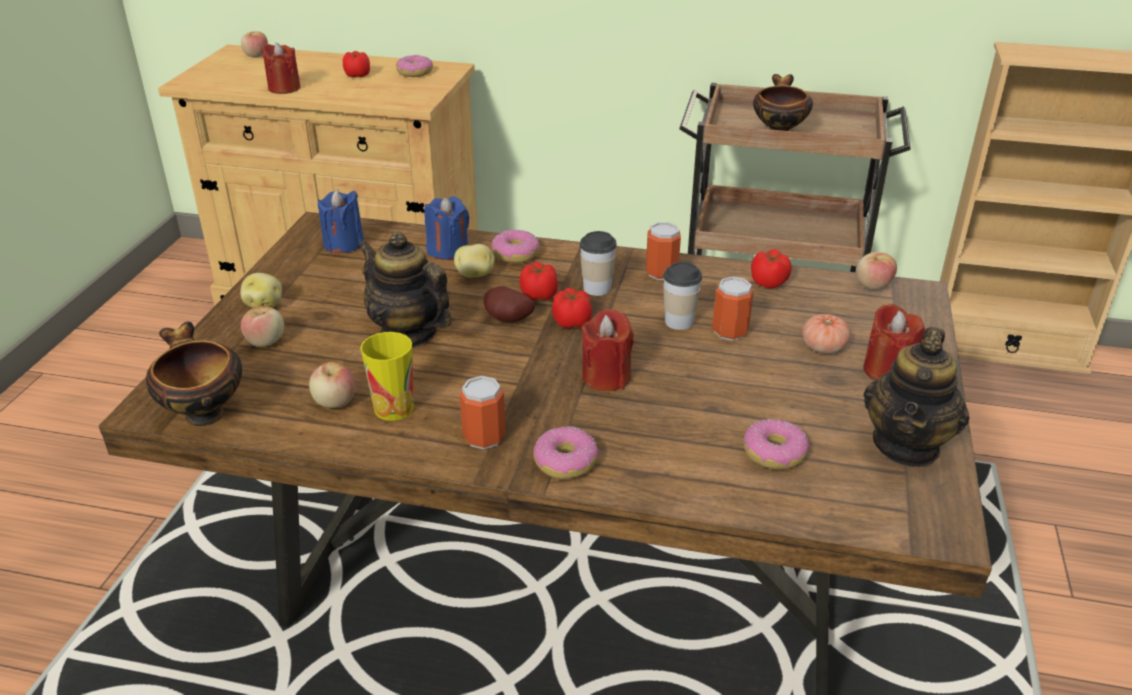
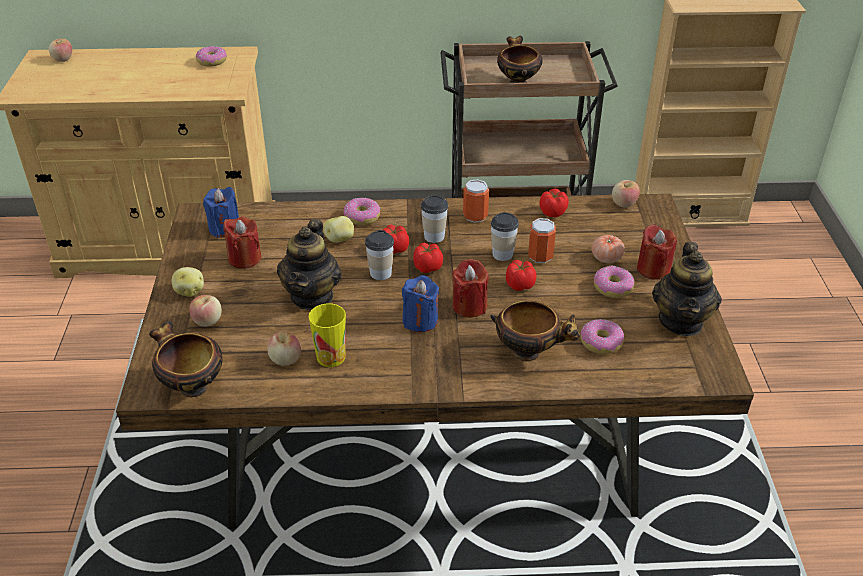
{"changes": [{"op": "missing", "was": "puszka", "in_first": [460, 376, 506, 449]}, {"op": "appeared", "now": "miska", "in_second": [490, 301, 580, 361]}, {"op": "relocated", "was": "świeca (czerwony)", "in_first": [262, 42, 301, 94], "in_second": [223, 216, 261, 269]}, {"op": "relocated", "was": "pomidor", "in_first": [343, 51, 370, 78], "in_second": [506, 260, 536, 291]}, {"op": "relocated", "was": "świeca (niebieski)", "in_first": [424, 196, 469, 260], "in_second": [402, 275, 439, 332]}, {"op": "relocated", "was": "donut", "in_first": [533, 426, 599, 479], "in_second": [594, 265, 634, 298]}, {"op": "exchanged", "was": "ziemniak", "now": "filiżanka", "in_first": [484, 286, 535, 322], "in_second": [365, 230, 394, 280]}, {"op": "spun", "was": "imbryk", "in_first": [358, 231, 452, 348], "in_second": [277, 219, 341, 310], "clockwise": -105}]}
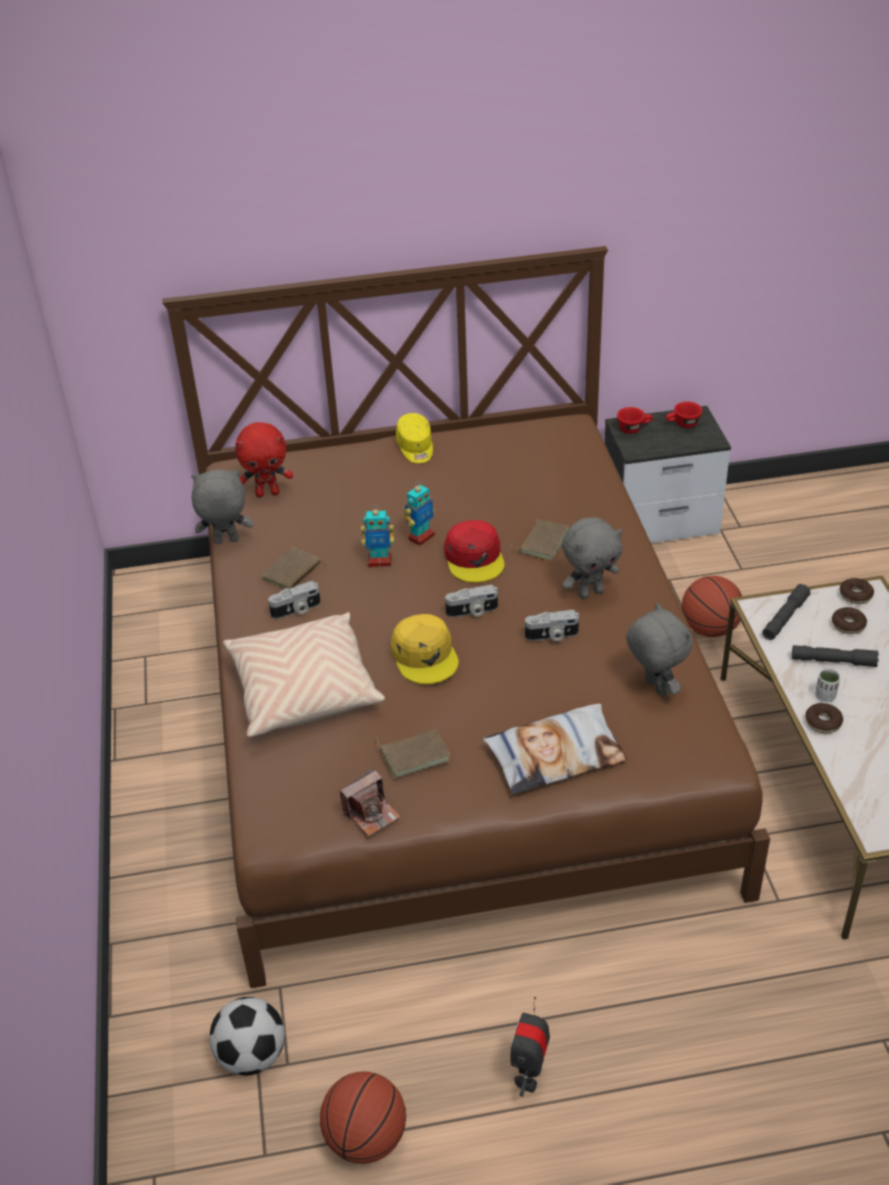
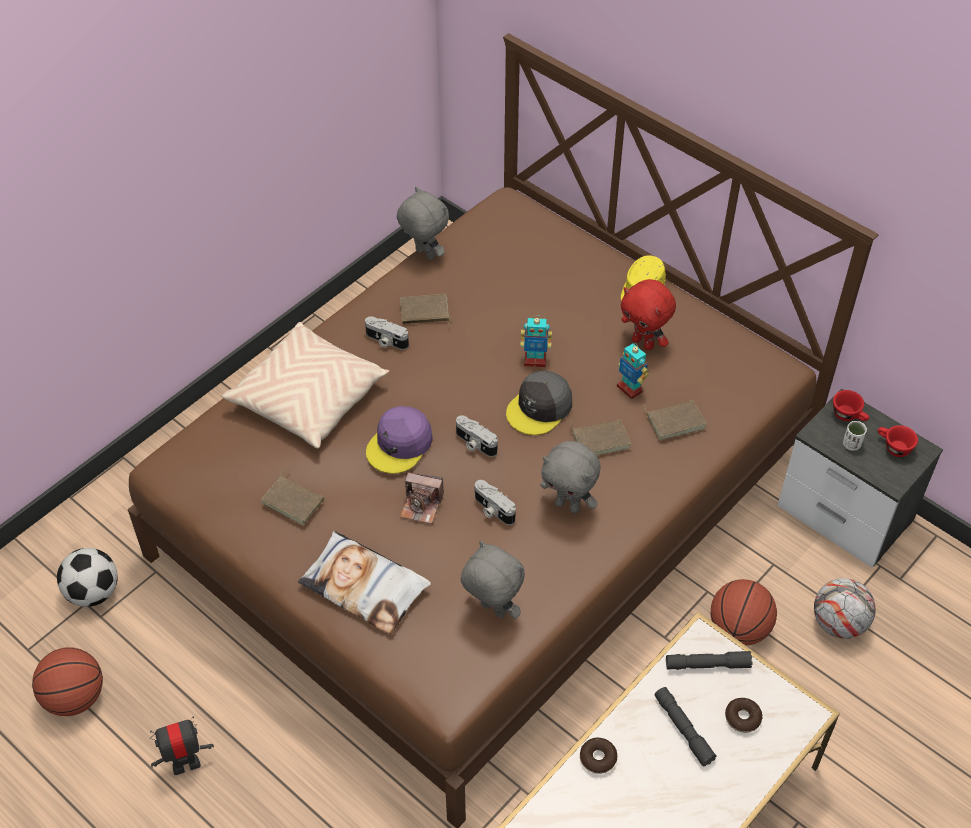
{"changes": [{"op": "missing", "was": "donut", "in_first": [840, 578, 874, 604]}, {"op": "appeared", "now": "książka (brązowy)", "in_second": [644, 400, 707, 440]}, {"op": "appeared", "now": "piłka futbolowa", "in_second": [814, 578, 876, 639]}, {"op": "relocated", "was": "pluszak (czerwony)", "in_first": [235, 422, 293, 497], "in_second": [621, 279, 676, 351]}, {"op": "relocated", "was": "aparat fotograficzny", "in_first": [340, 769, 401, 837], "in_second": [400, 472, 444, 524]}, {"op": "relocated", "was": "robot zabawkowy", "in_first": [361, 505, 394, 567], "in_second": [617, 343, 649, 399]}, {"op": "relocated", "was": "filiżanka (biały)", "in_first": [815, 668, 840, 702], "in_second": [843, 421, 867, 451]}, {"op": "colour", "was": "czapka z daszkiem (żółty)", "now": "czapka z daszkiem (fioletowy)", "in_first": [391, 614, 459, 684], "in_second": [366, 406, 433, 474]}, {"op": "colour", "was": "czapka z daszkiem (czerwony)", "now": "czapka z daszkiem (szary)", "in_first": [444, 520, 505, 583], "in_second": [506, 371, 572, 435]}, {"op": "spun", "was": "pluszak (szary)", "in_first": [626, 603, 693, 697], "in_second": [461, 541, 525, 619], "clockwise": -75}]}
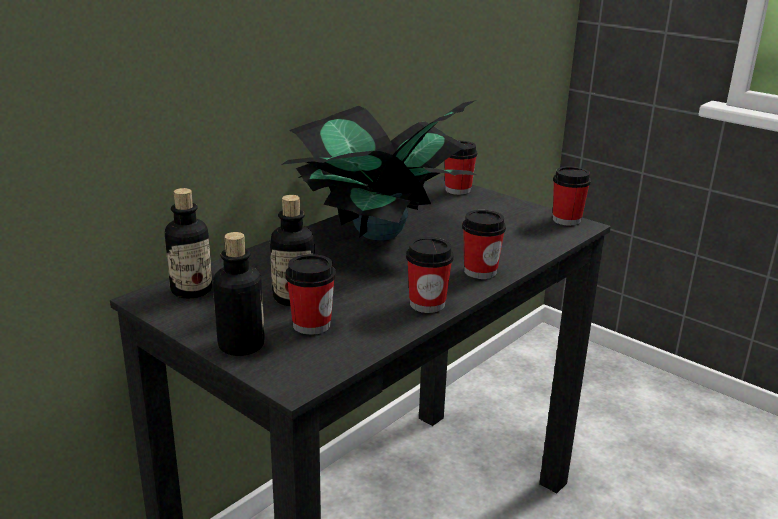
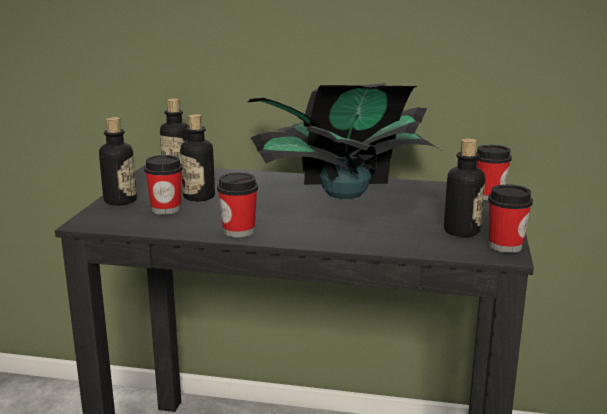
{"changes": [{"op": "missing", "was": "filiżanka", "in_first": [462, 210, 506, 279]}, {"op": "appeared", "now": "butelka", "in_second": [444, 138, 485, 237]}]}
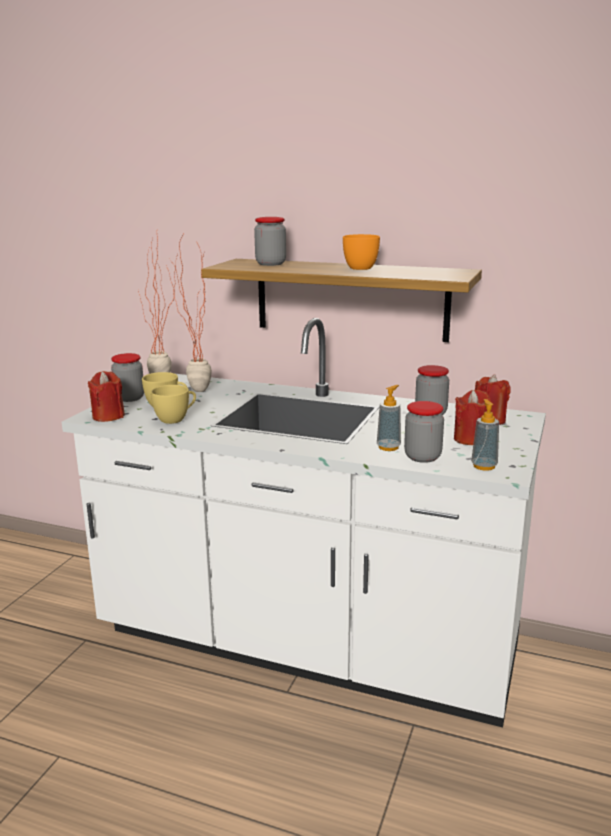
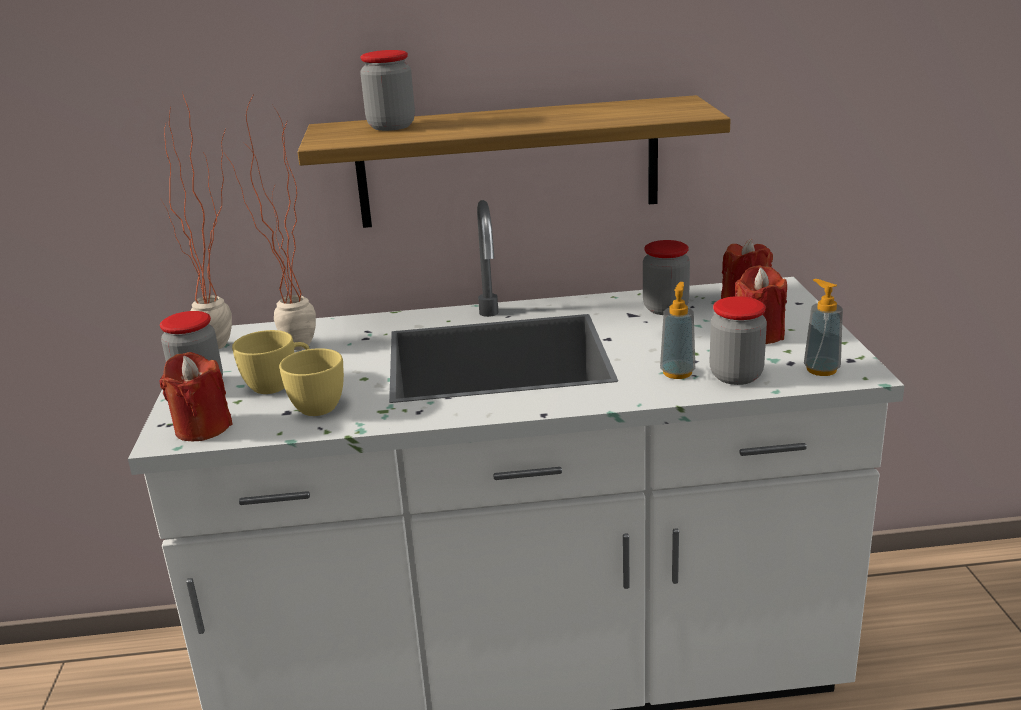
{"changes": [{"op": "missing", "was": "filiżanka (pomarańczowy)", "in_first": [343, 234, 380, 270]}]}
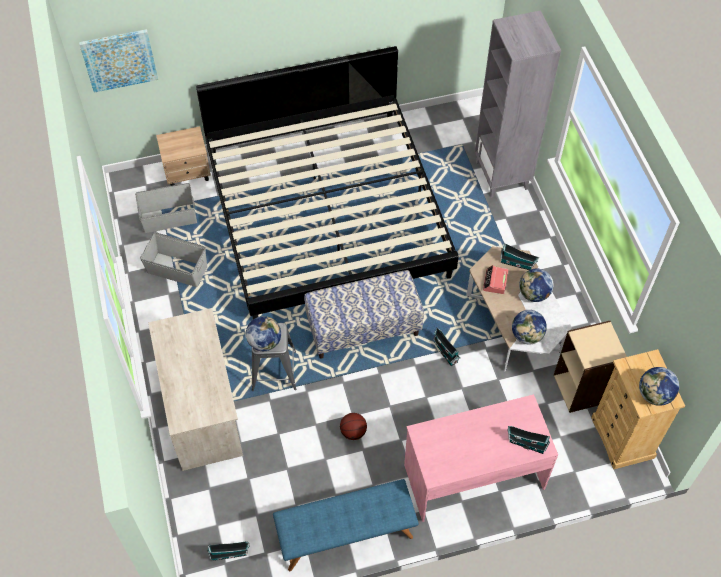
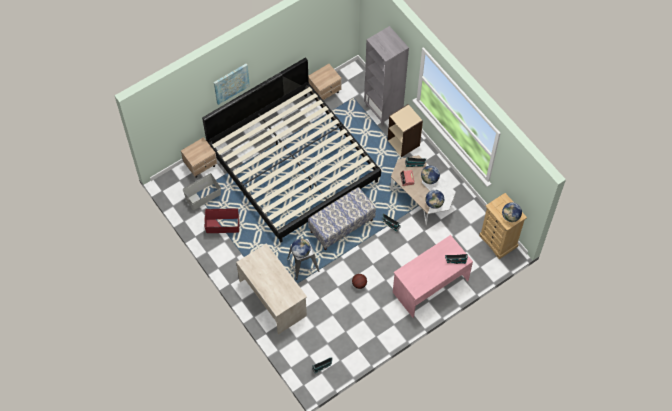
{"changes": [{"op": "missing", "was": "ławka (niebieski)", "in_first": [273, 479, 419, 571]}, {"op": "appeared", "now": "szafka nocna (beżowy)", "in_second": [308, 64, 342, 100]}, {"op": "relocated", "was": "obraz", "in_first": [79, 29, 158, 93], "in_second": [214, 64, 250, 105]}, {"op": "relocated", "was": "regał (beżowy)", "in_first": [554, 321, 627, 413], "in_second": [388, 104, 423, 157]}, {"op": "colour", "was": "pojemnik do przechowywania (szary)", "now": "pojemnik do przechowywania (czerwony)", "in_first": [140, 232, 207, 287], "in_second": [204, 208, 239, 233]}]}
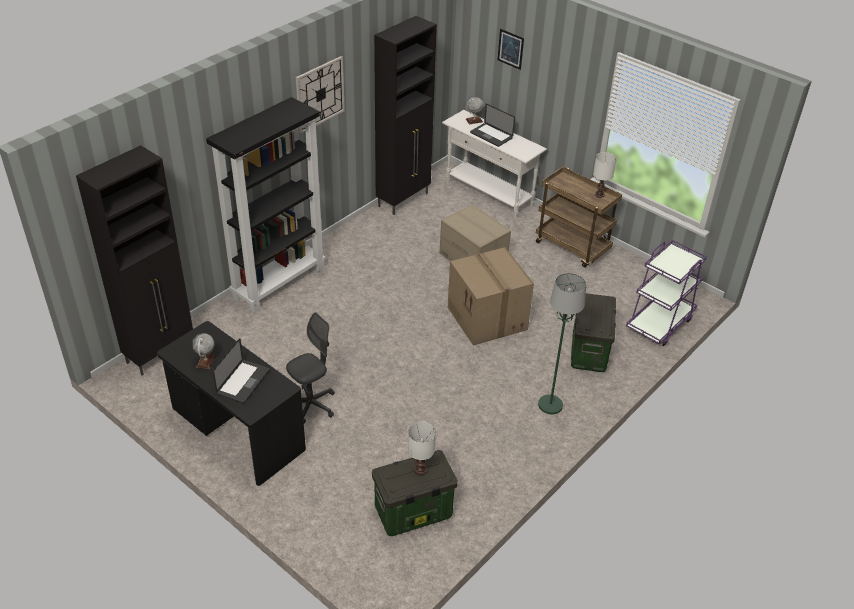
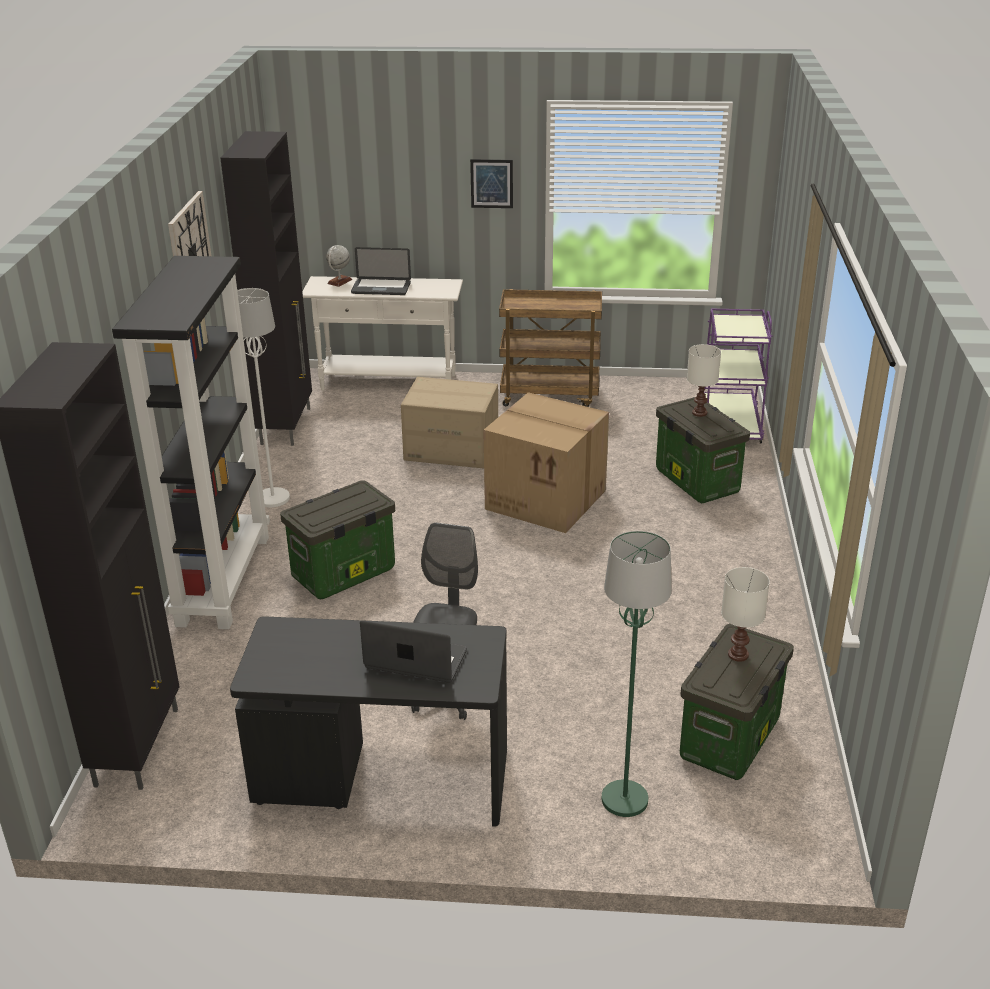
{"changes": [{"op": "missing", "was": "globus", "in_first": [192, 333, 216, 369]}, {"op": "appeared", "now": "lampa stojąca (biały)", "in_second": [237, 288, 290, 507]}, {"op": "appeared", "now": "pojemnik do przechowywania", "in_second": [280, 481, 395, 599]}, {"op": "relocated", "was": "obraz", "in_first": [498, 29, 524, 70], "in_second": [470, 159, 513, 208]}, {"op": "relocated", "was": "lampa stojąca (zielony)", "in_first": [538, 273, 586, 414], "in_second": [602, 531, 672, 817]}, {"op": "relocated", "was": "lampa stołowa (biały)", "in_first": [593, 152, 617, 198], "in_second": [687, 344, 721, 417]}, {"op": "spun", "was": "laptop", "in_first": [213, 338, 269, 403], "in_second": [360, 621, 467, 683], "clockwise": -60}]}
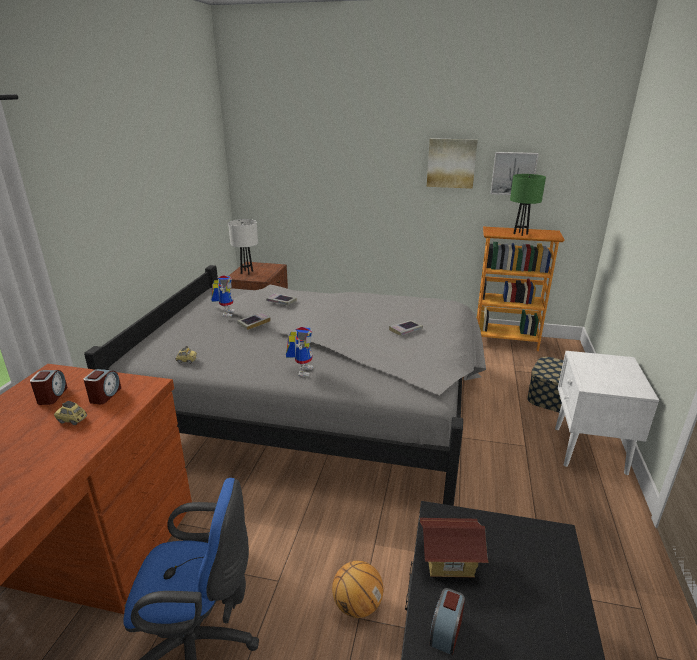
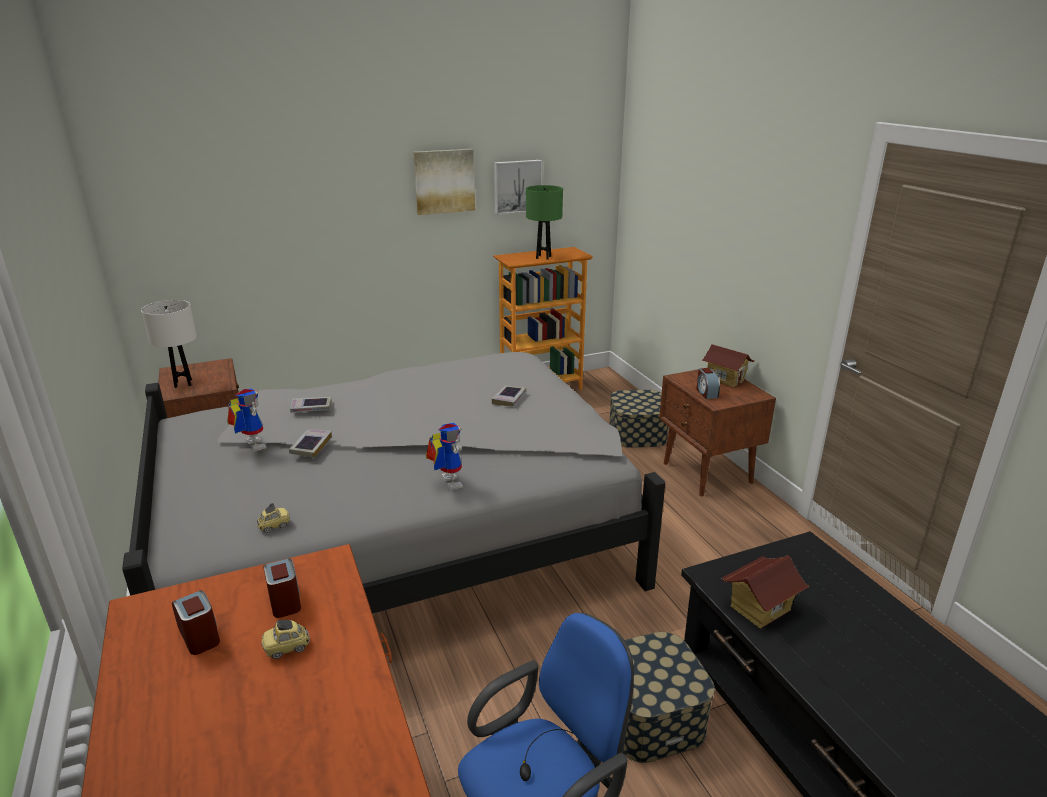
{"changes": [{"op": "appeared", "now": "domek", "in_second": [702, 344, 754, 387]}, {"op": "relocated", "was": "budzik", "in_first": [430, 588, 465, 655], "in_second": [696, 368, 720, 399]}, {"op": "exchanged", "was": "piłka do koszykówki", "now": "pojemnik do przechowywania", "in_first": [332, 561, 383, 618], "in_second": [623, 632, 715, 763]}, {"op": "colour", "was": "szafka nocna (biały)", "now": "szafka nocna (brązowy)", "in_first": [555, 351, 659, 475], "in_second": [659, 369, 776, 496]}]}
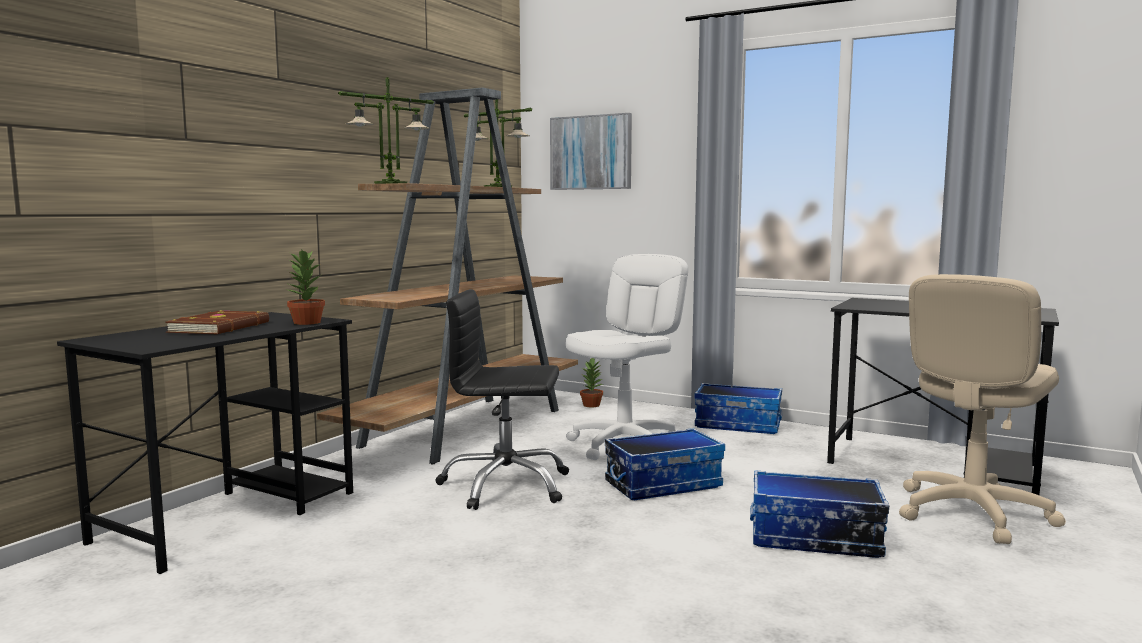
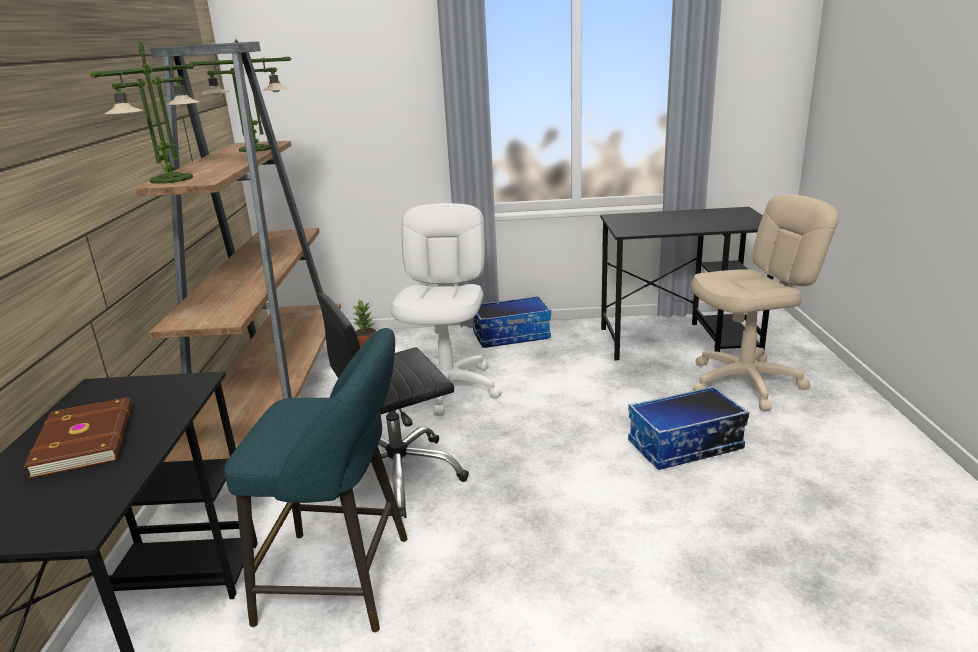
{"changes": [{"op": "missing", "was": "roślina doniczkowa", "in_first": [287, 250, 325, 325]}, {"op": "missing", "was": "obraz", "in_first": [550, 113, 632, 190]}, {"op": "missing", "was": "pojemnik do przechowywania", "in_first": [605, 428, 725, 500]}, {"op": "appeared", "now": "stołek (turkusowy)", "in_second": [224, 328, 408, 632]}, {"op": "spun", "was": "krzesło biurowe (beżowy)", "in_first": [899, 274, 1066, 544], "in_second": [691, 194, 839, 411], "clockwise": -120}]}
